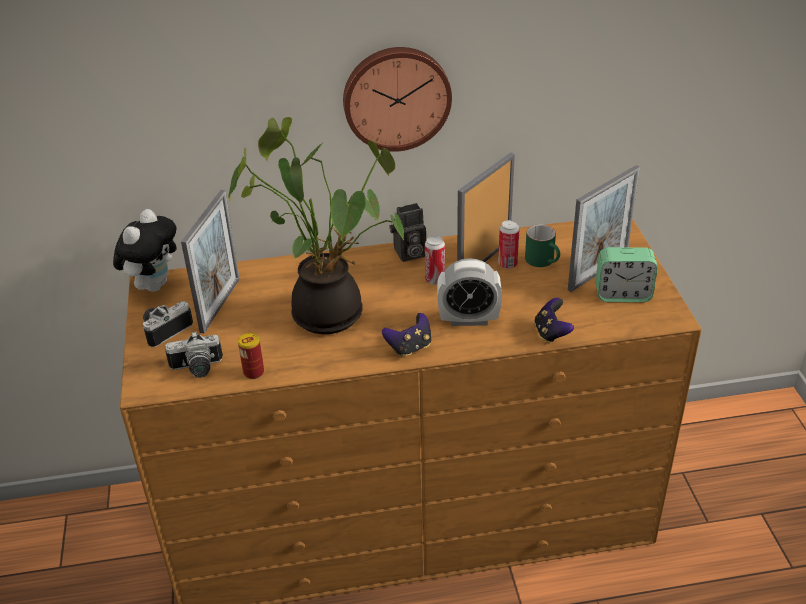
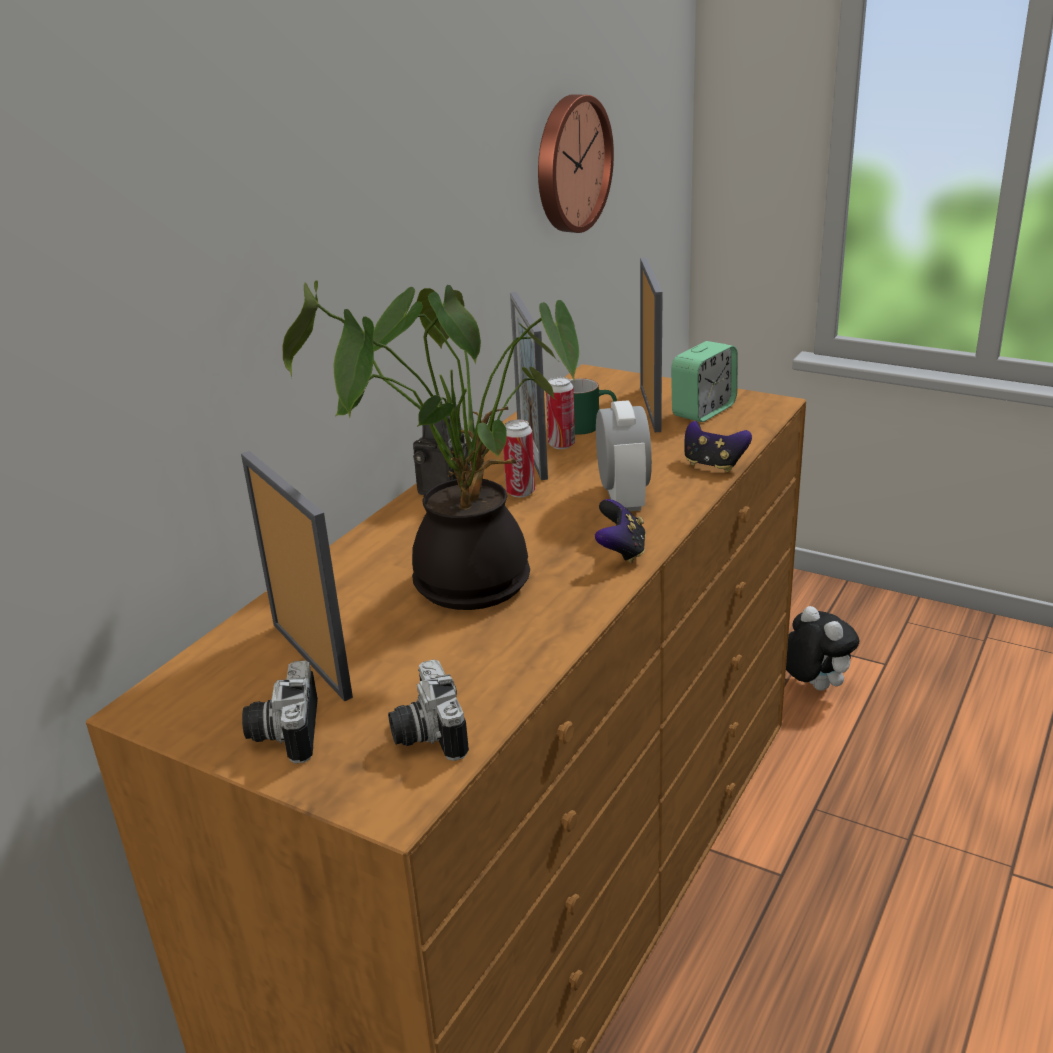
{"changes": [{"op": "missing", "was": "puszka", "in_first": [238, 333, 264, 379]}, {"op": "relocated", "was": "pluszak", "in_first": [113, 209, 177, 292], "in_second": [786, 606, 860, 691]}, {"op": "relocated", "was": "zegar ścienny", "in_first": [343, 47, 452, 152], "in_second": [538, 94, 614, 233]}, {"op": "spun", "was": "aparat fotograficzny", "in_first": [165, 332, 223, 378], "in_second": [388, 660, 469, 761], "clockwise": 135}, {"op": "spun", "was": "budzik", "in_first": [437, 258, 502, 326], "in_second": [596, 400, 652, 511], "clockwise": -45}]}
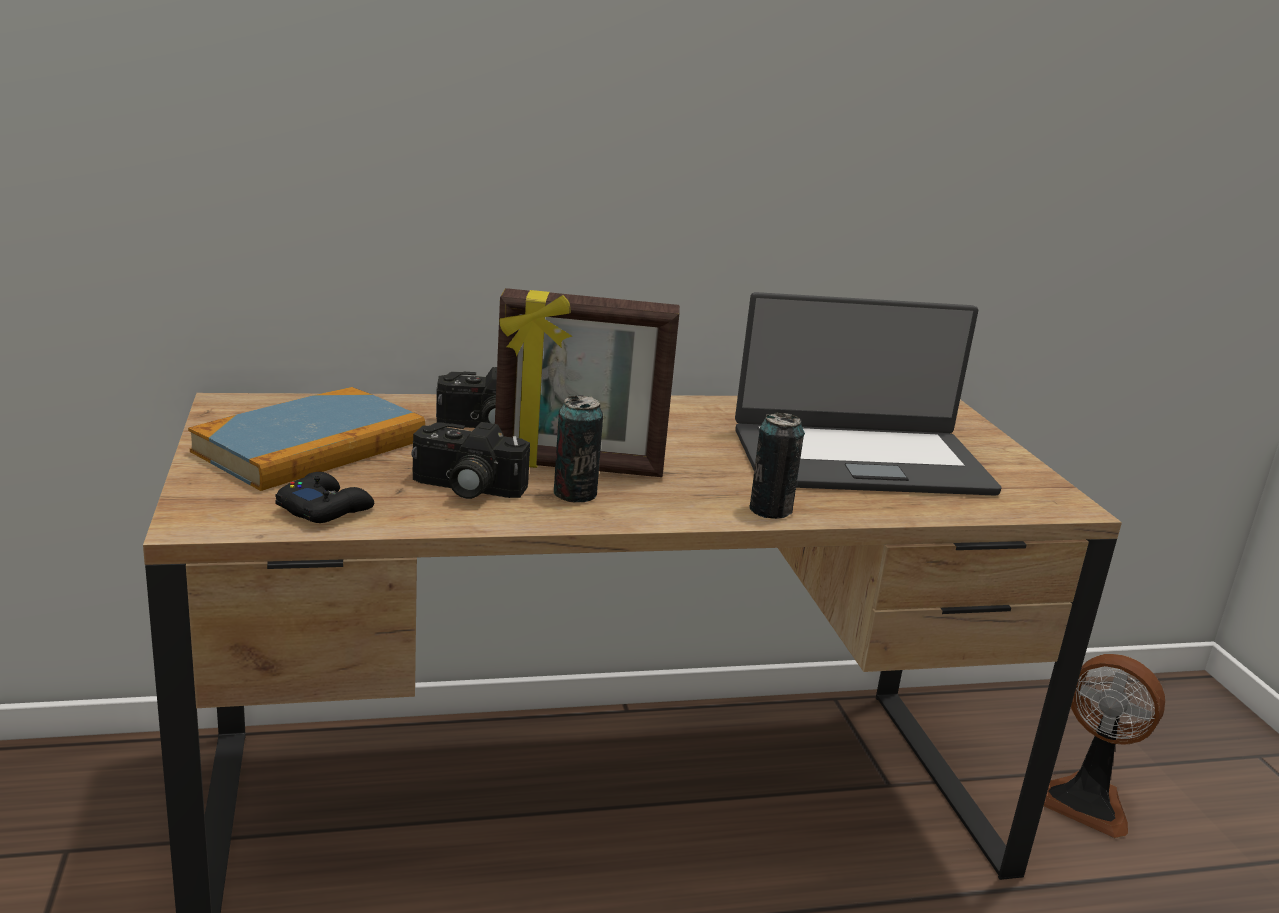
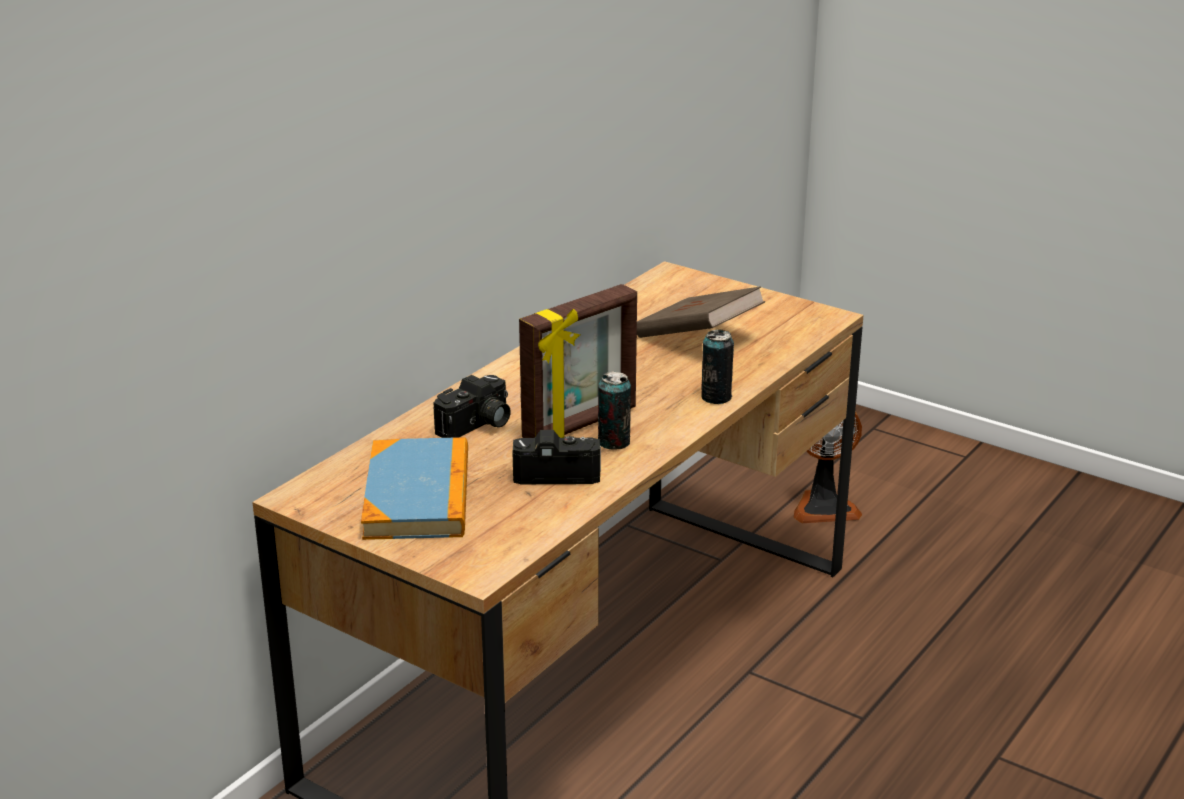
{"changes": [{"op": "missing", "was": "pad do gier (czarny)", "in_first": [275, 472, 374, 523]}, {"op": "exchanged", "was": "laptop", "now": "książka (brązowy)", "in_first": [735, 292, 1002, 496], "in_second": [637, 286, 765, 338]}, {"op": "spun", "was": "aparat fotograficzny", "in_first": [411, 422, 530, 499], "in_second": [512, 430, 601, 484], "clockwise": -150}]}
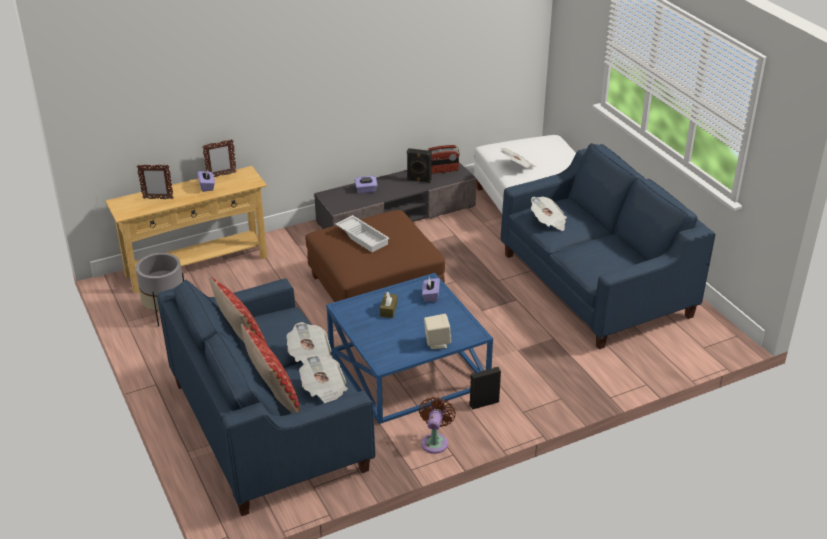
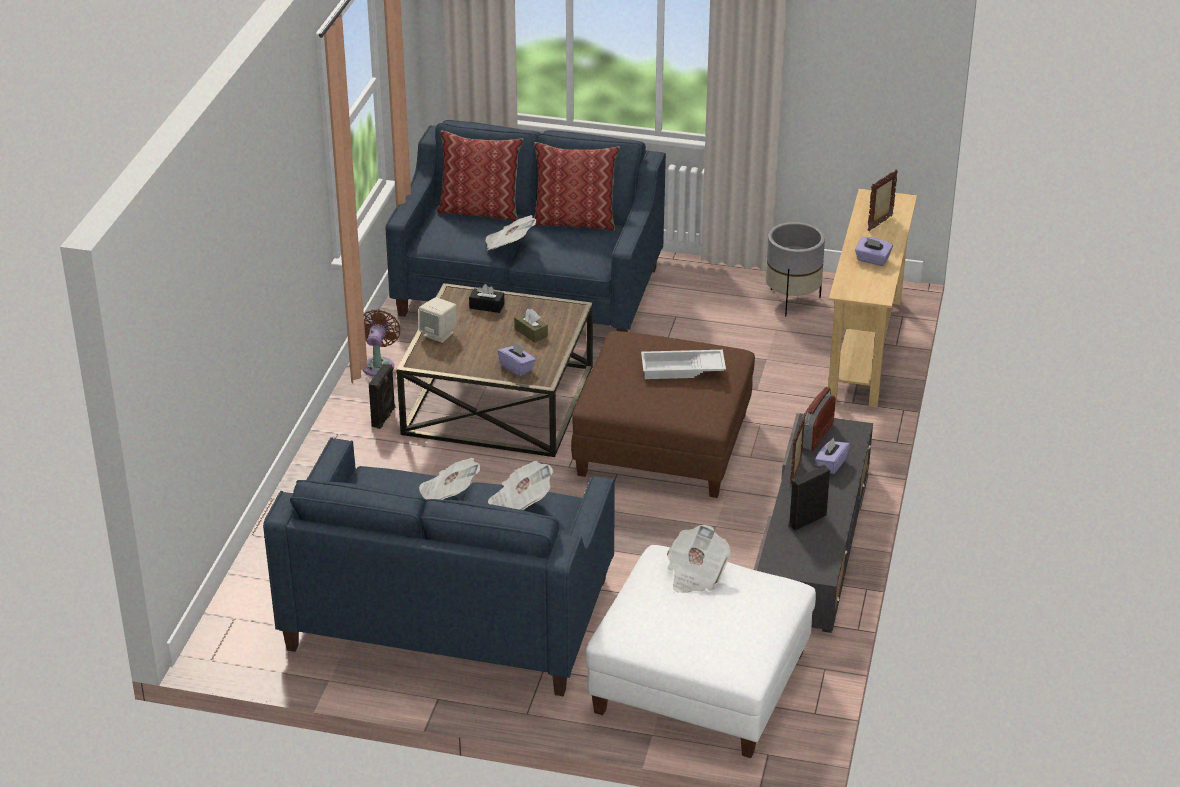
{"changes": [{"op": "appeared", "now": "pudełko chusteczek (czarny)", "in_second": [469, 284, 505, 313]}, {"op": "relocated", "was": "ramka na zdjęcie", "in_first": [202, 139, 237, 177], "in_second": [790, 415, 805, 488]}, {"op": "relocated", "was": "gazeta", "in_first": [299, 355, 348, 403], "in_second": [419, 458, 480, 500]}, {"op": "relocated", "was": "radio", "in_first": [428, 145, 460, 174], "in_second": [801, 387, 836, 451]}, {"op": "colour", "was": "ława (niebieski)", "now": "ława (brązowy)", "in_first": [326, 273, 493, 424], "in_second": [396, 283, 593, 457]}, {"op": "spun", "was": "wentylator (brązowy)", "in_first": [419, 397, 456, 454], "in_second": [363, 309, 400, 377], "clockwise": -135}]}
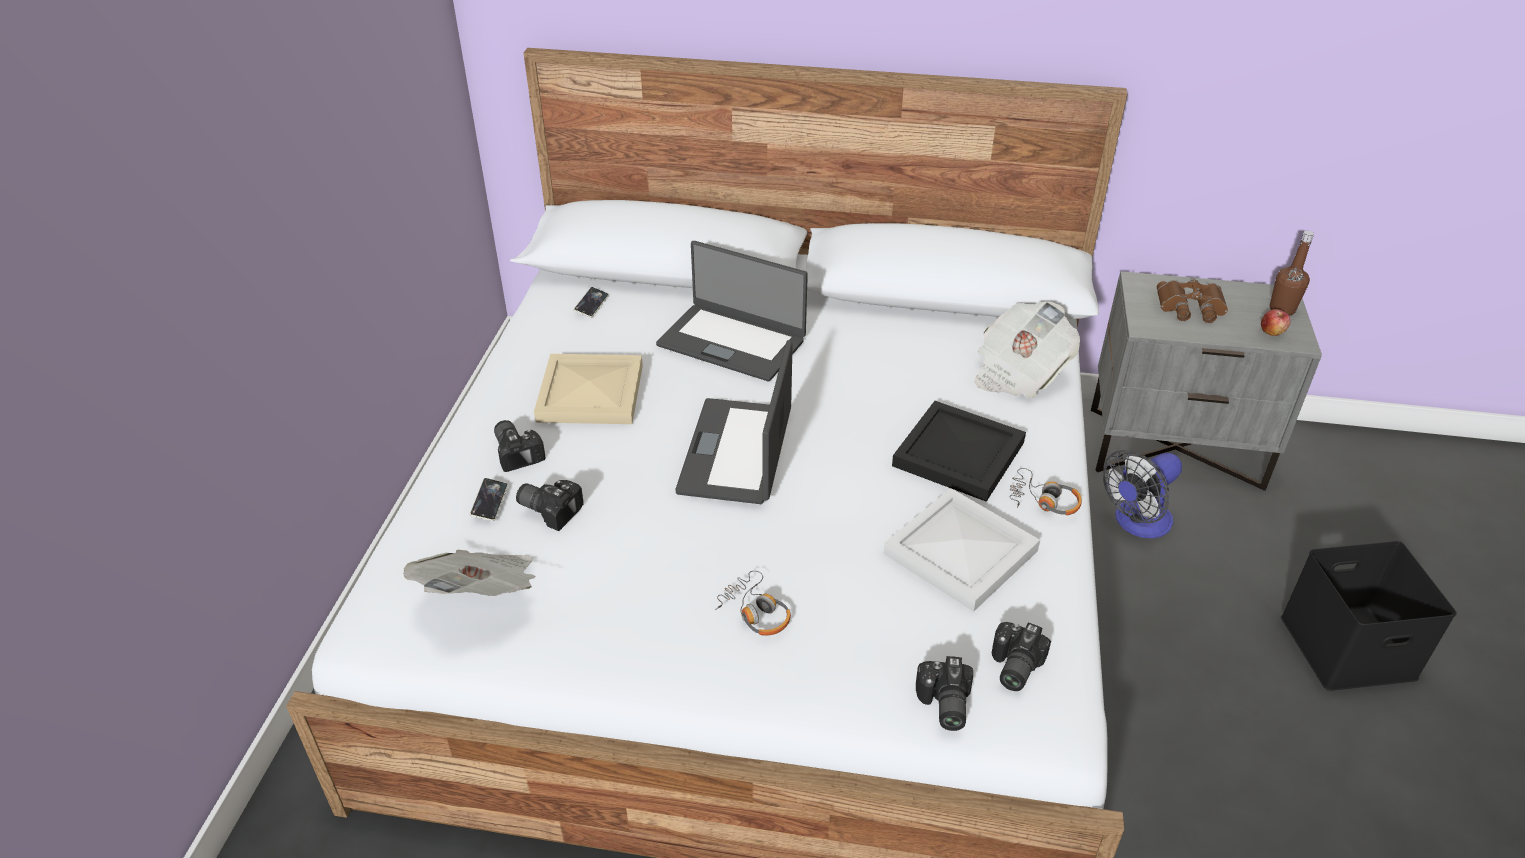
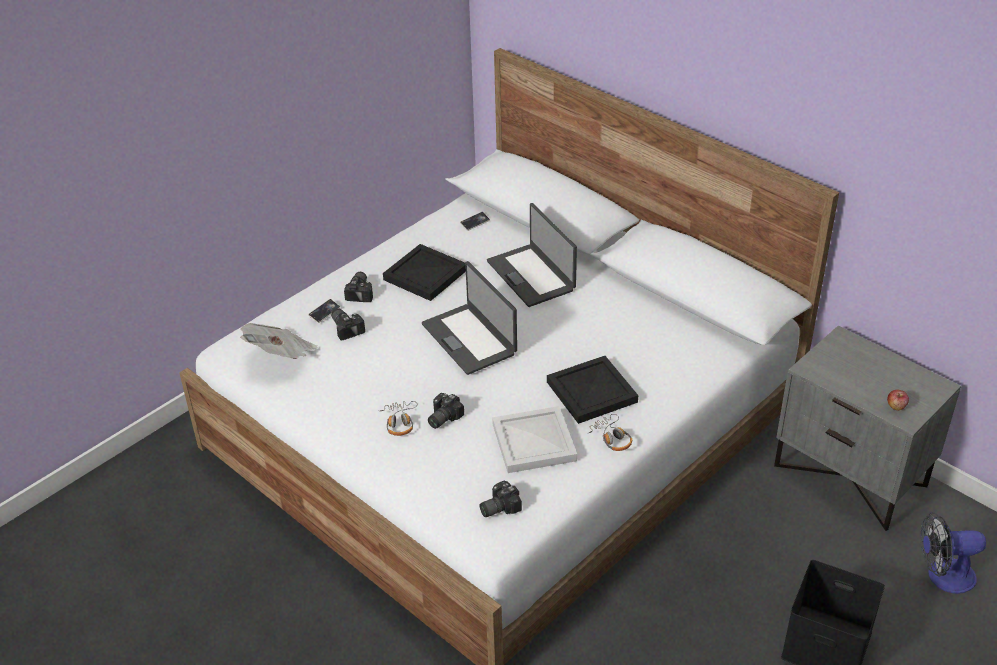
{"changes": [{"op": "missing", "was": "gazeta", "in_first": [975, 301, 1080, 398]}, {"op": "missing", "was": "lornetka (brązowy)", "in_first": [1157, 279, 1228, 323]}, {"op": "missing", "was": "butelka (brązowy)", "in_first": [1270, 231, 1314, 316]}, {"op": "relocated", "was": "aparat fotograficzny", "in_first": [916, 656, 973, 731], "in_second": [428, 393, 464, 429]}, {"op": "relocated", "was": "wentylator", "in_first": [1103, 450, 1182, 538], "in_second": [920, 512, 986, 594]}, {"op": "colour", "was": "taca (beżowy)", "now": "taca (czarny)", "in_first": [534, 354, 643, 424], "in_second": [383, 244, 466, 301]}, {"op": "spun", "was": "laptop", "in_first": [675, 340, 793, 504], "in_second": [422, 261, 517, 375], "clockwise": -75}]}
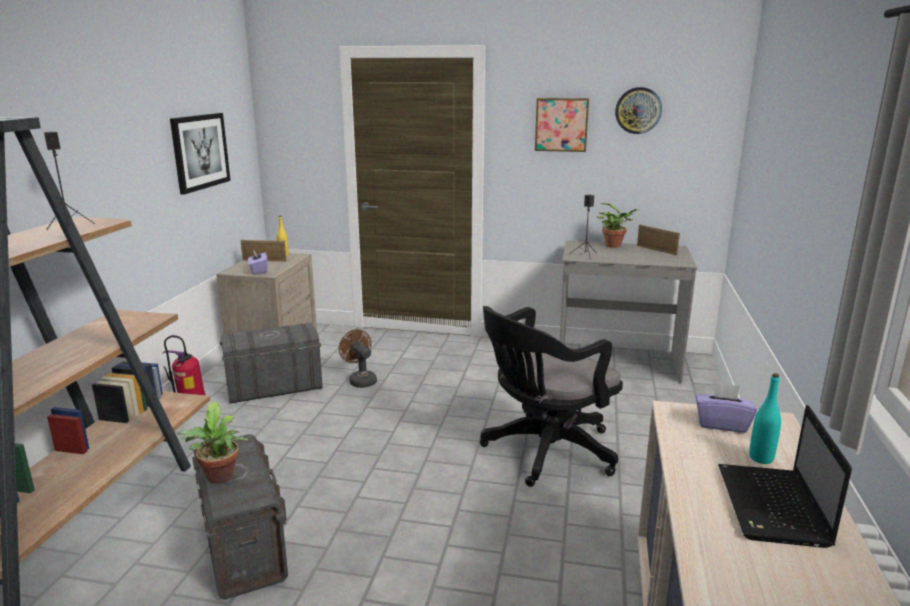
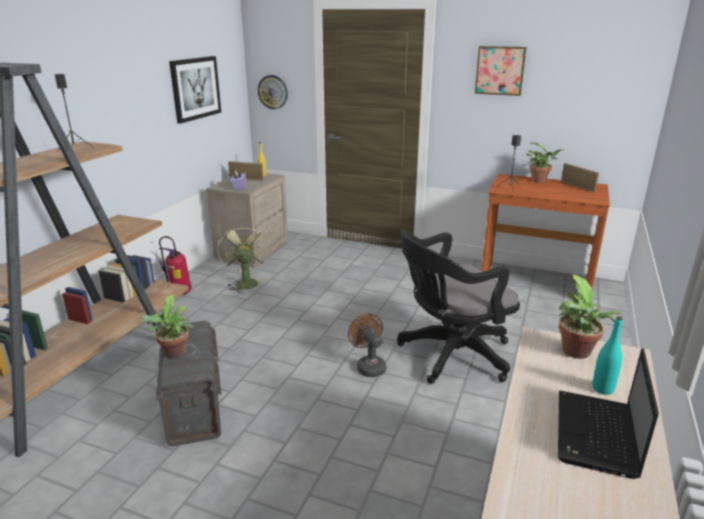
{"changes": [{"op": "relocated", "was": "wentylator (brązowy)", "in_first": [339, 329, 377, 388], "in_second": [348, 313, 386, 377]}, {"op": "relocated", "was": "zegar ścienny", "in_first": [615, 87, 662, 134], "in_second": [258, 75, 288, 109]}, {"op": "exchanged", "was": "pojemnik do przechowywania (szary)", "now": "wentylator (zielony)", "in_first": [220, 323, 323, 403], "in_second": [217, 224, 270, 293]}, {"op": "exchanged", "was": "pudełko chusteczek (fioletowy)", "now": "roślina doniczkowa", "in_first": [695, 383, 757, 433], "in_second": [559, 275, 623, 359]}, {"op": "colour", "was": "biurko (szary)", "now": "biurko (brązowy)", "in_first": [560, 240, 697, 383], "in_second": [482, 174, 610, 288]}]}
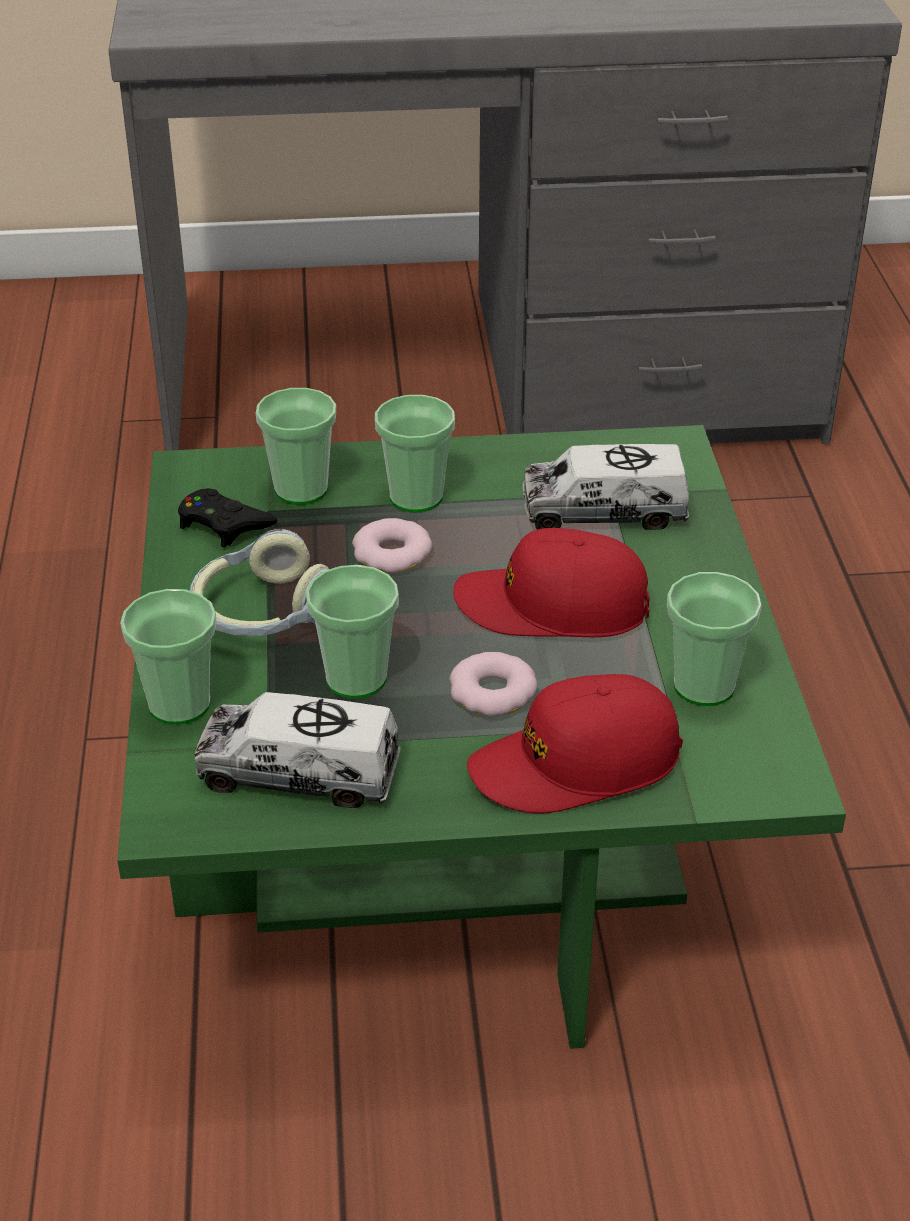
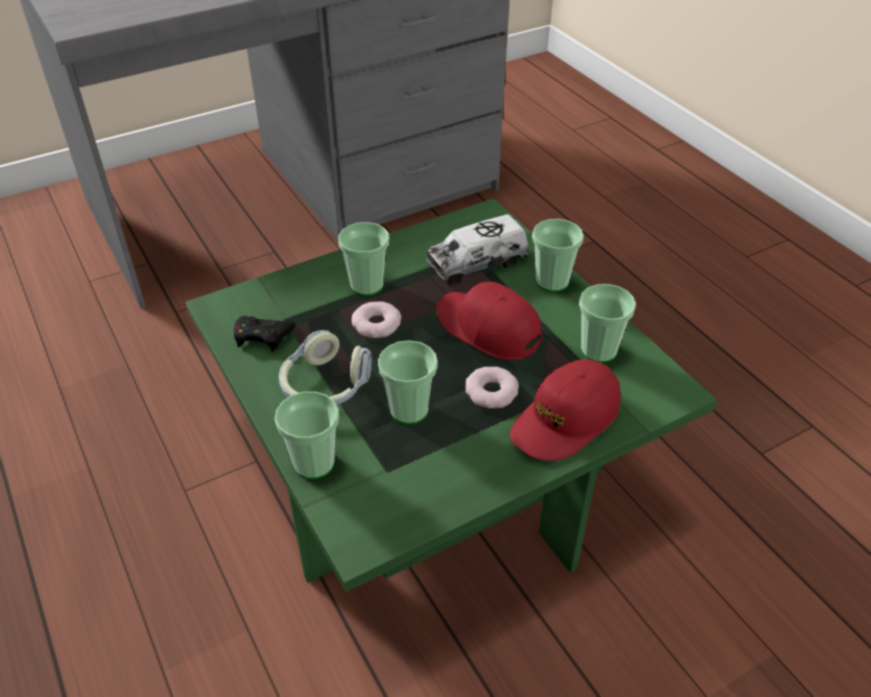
{"changes": [{"op": "missing", "was": "ciężarówka zabawkowa", "in_first": [194, 692, 401, 808]}, {"op": "relocated", "was": "filiżanka", "in_first": [256, 388, 336, 505], "in_second": [532, 219, 584, 292]}, {"op": "spun", "was": "czapka z daszkiem (czerwony)", "in_first": [453, 528, 650, 637], "in_second": [436, 282, 542, 360], "clockwise": 60}]}
